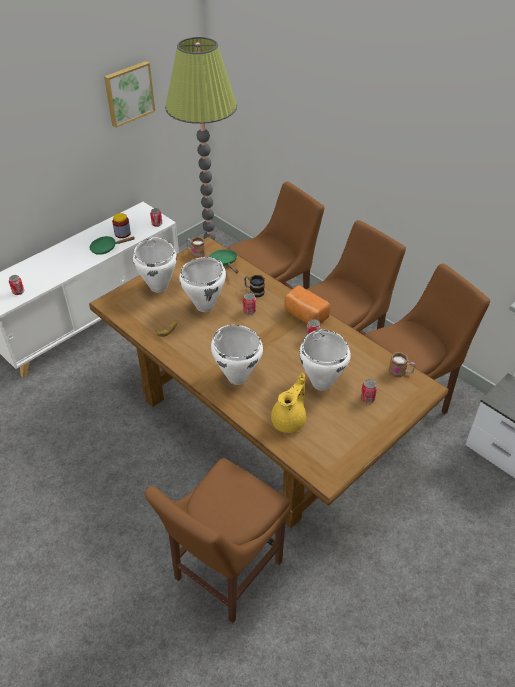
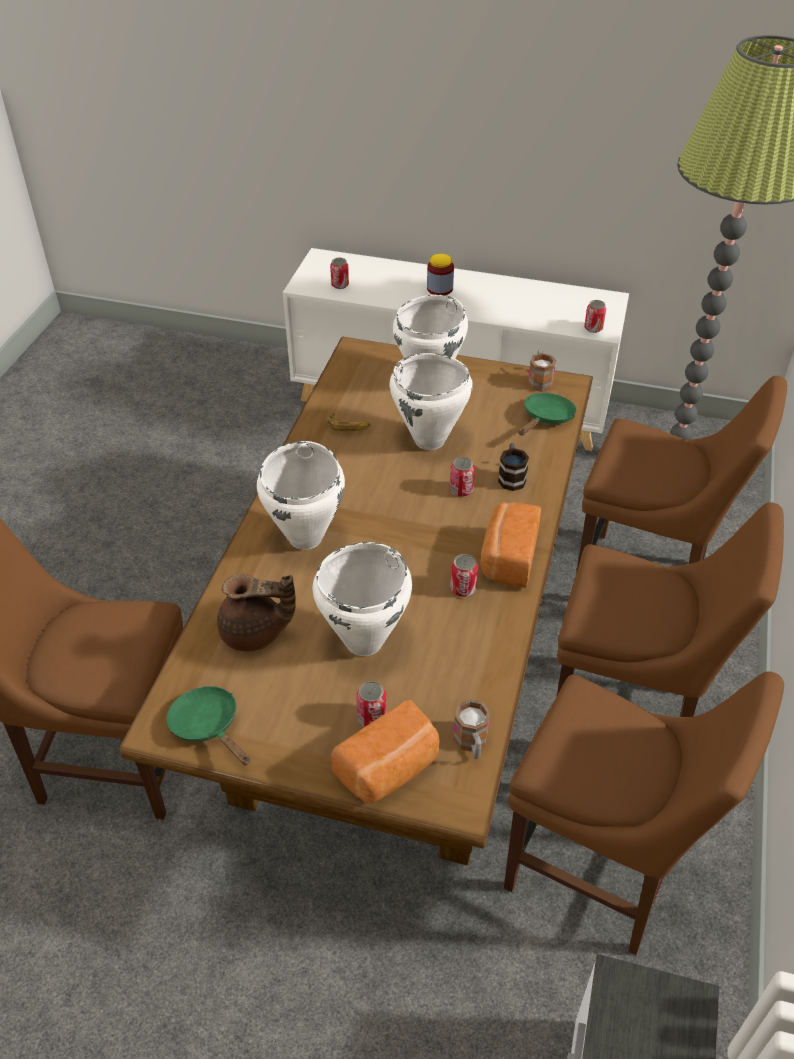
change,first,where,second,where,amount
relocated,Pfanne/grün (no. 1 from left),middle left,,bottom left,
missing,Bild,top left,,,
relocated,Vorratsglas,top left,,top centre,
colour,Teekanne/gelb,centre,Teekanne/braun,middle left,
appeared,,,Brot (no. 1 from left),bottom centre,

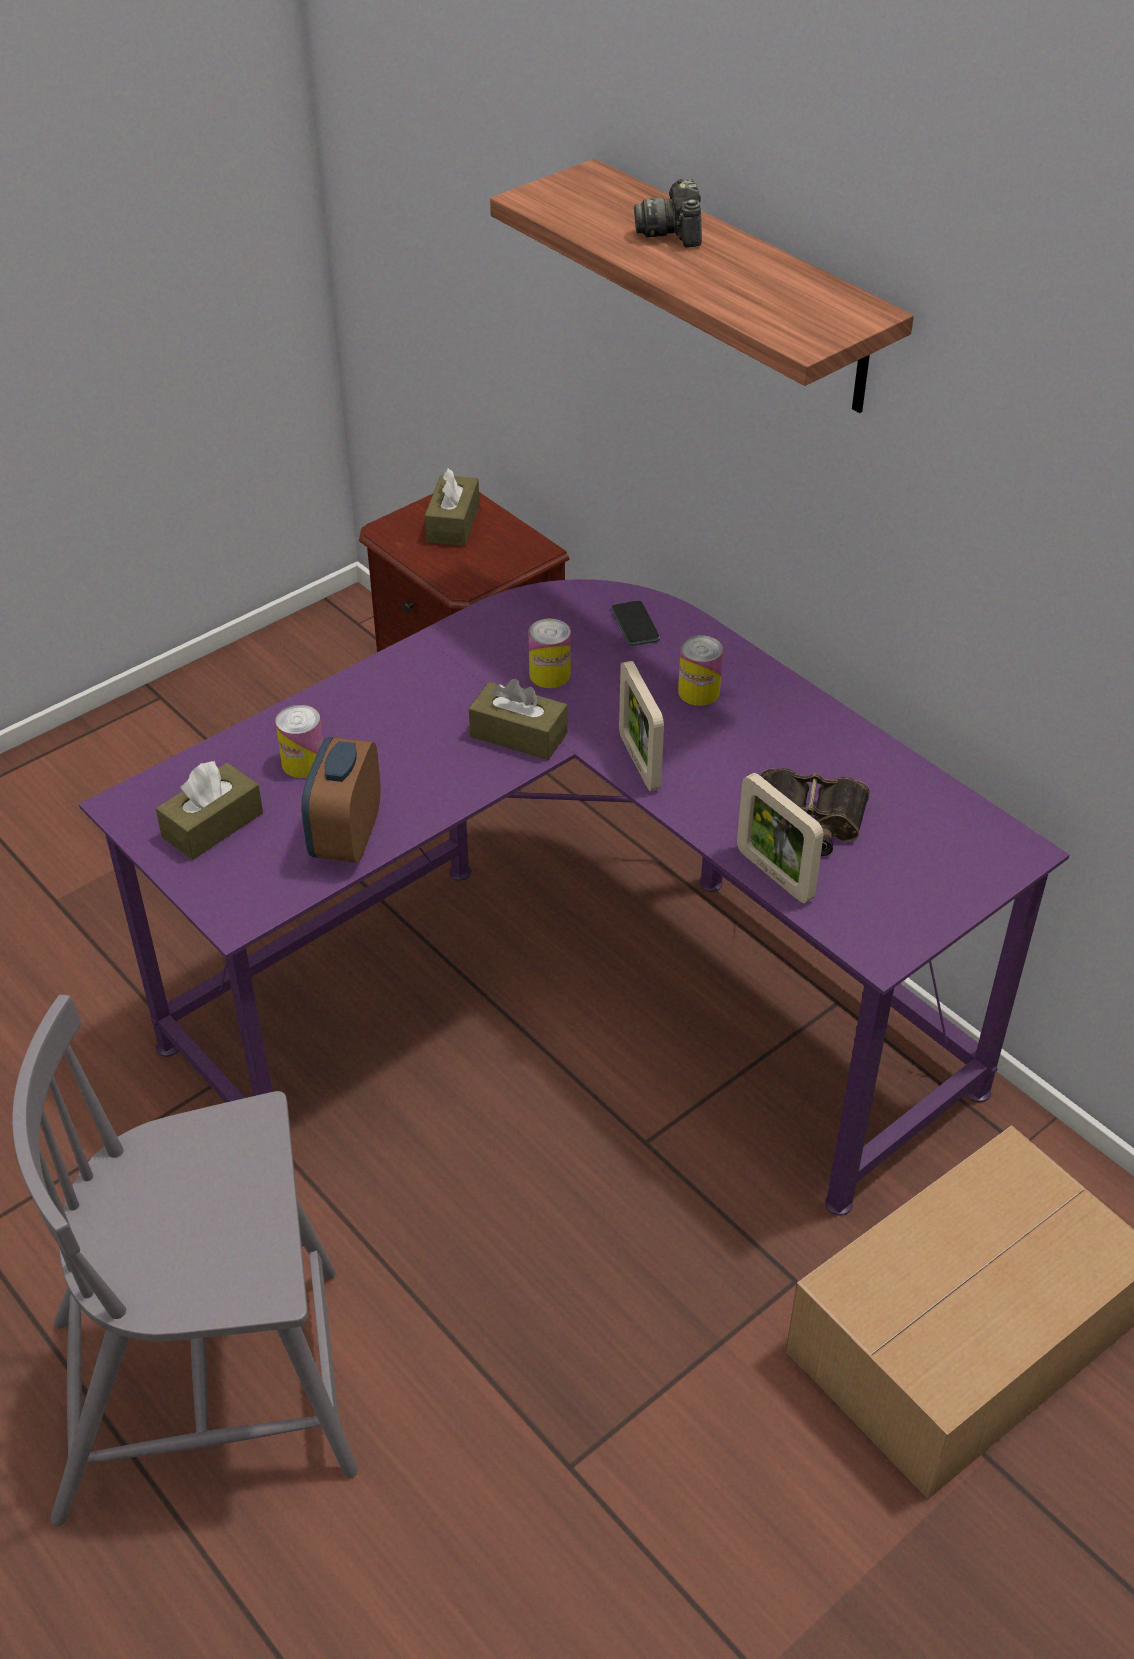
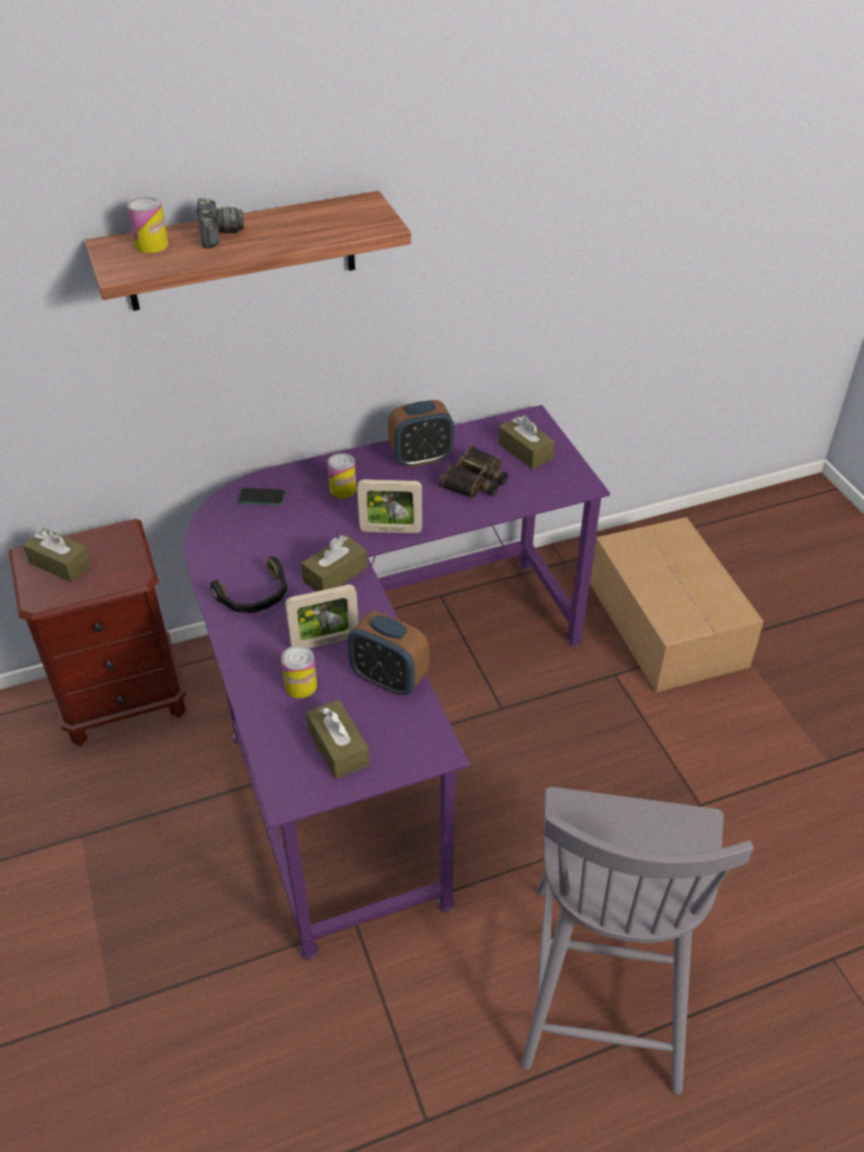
change,first,where,second,where,amount
relocated,Dose (no. 2 from left in the first image),centre,Dose (no. 1 from left),top left,
spun,Kamera,top centre,,top left,120 degrees counterclockwise
relocated,Bilderrahmen (no. 2 from left in the first image),middle right,Bilderrahmen (no. 1 from left),centre,
appeared,,,Kopfhörer/schwarz,middle left,
appeared,,,Wecker (no. 2 from left),centre,
appeared,,,Taschentuchbox/braun (no. 4 from left),centre,

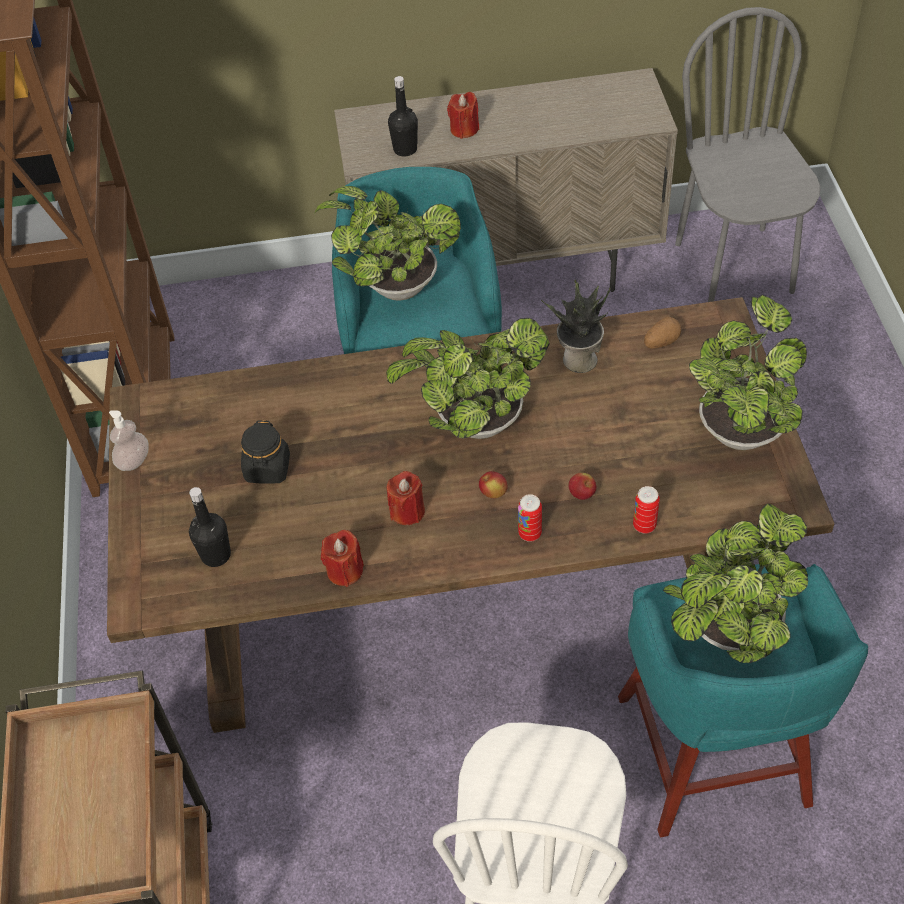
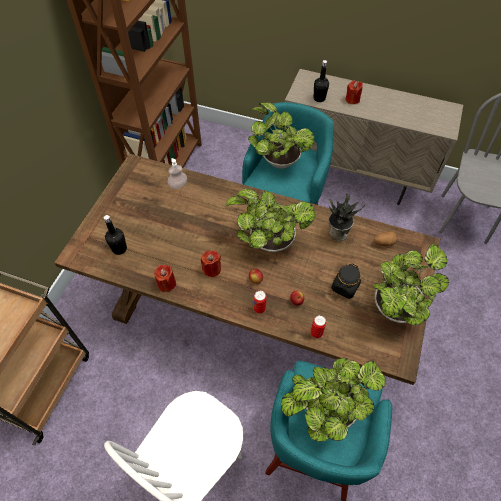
change,first,where,second,where,amount
relocated,Seifenspender,middle left,,centre,
relocated,Vorratsglas/schwarz,middle left,,middle right,

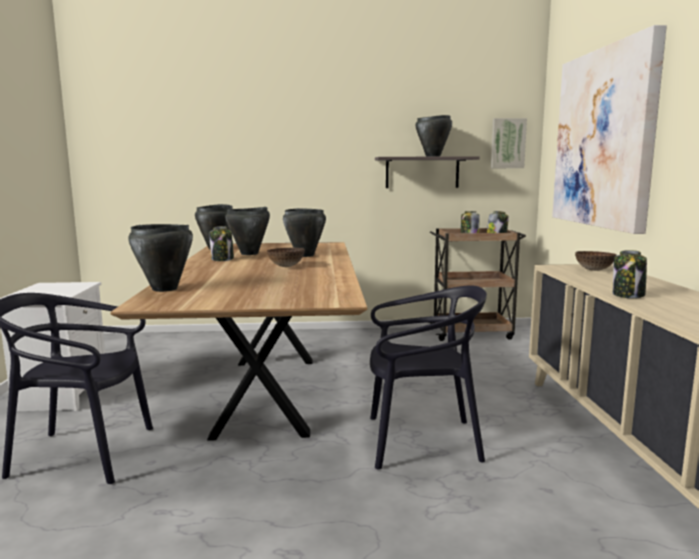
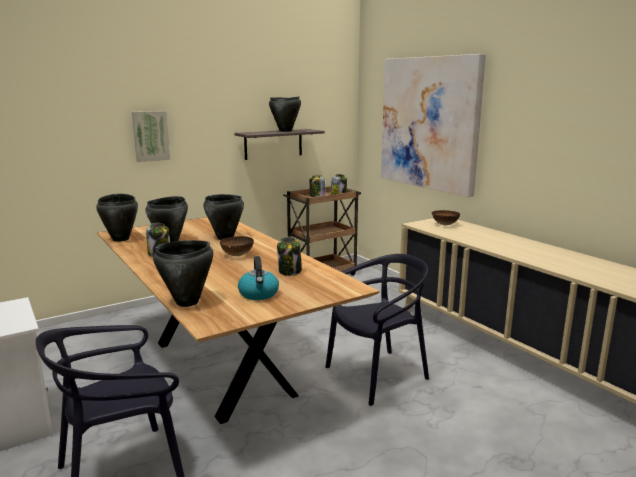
change,first,where,second,where,amount
relocated,Bild (no. 1 from left),top right,,top left,
relocated,Vorratsglas (no. 4 from left in the first image),middle right,Vorratsglas (no. 2 from left),centre,
appeared,,,Wasserkessel,centre,

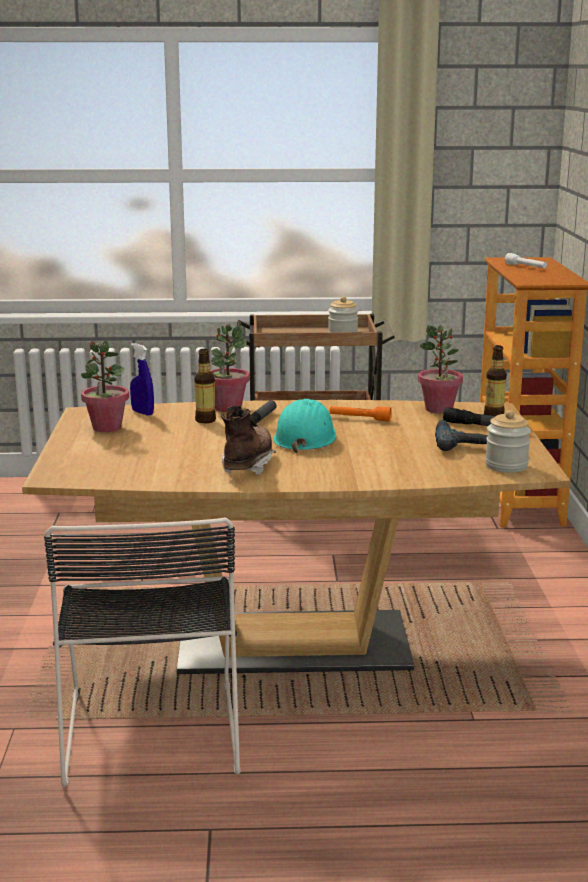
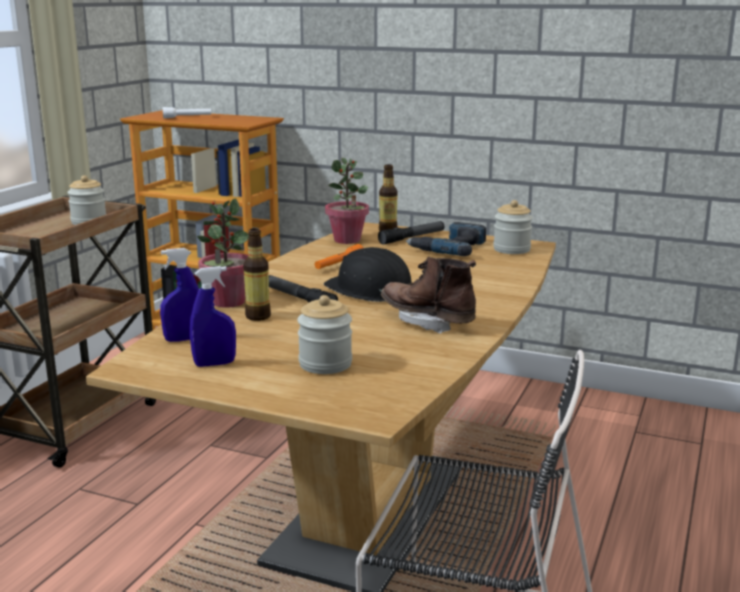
change,first,where,second,where,amount
exchanged,Topfpflanze (no. 1 from left),middle left,Sprühflasche/blau (no. 2 from left),middle left,
colour,Schutzhelm/türkis,centre,Schutzhelm/schwarz,centre,
appeared,,,Vorratsglas (no. 2 from left),centre,

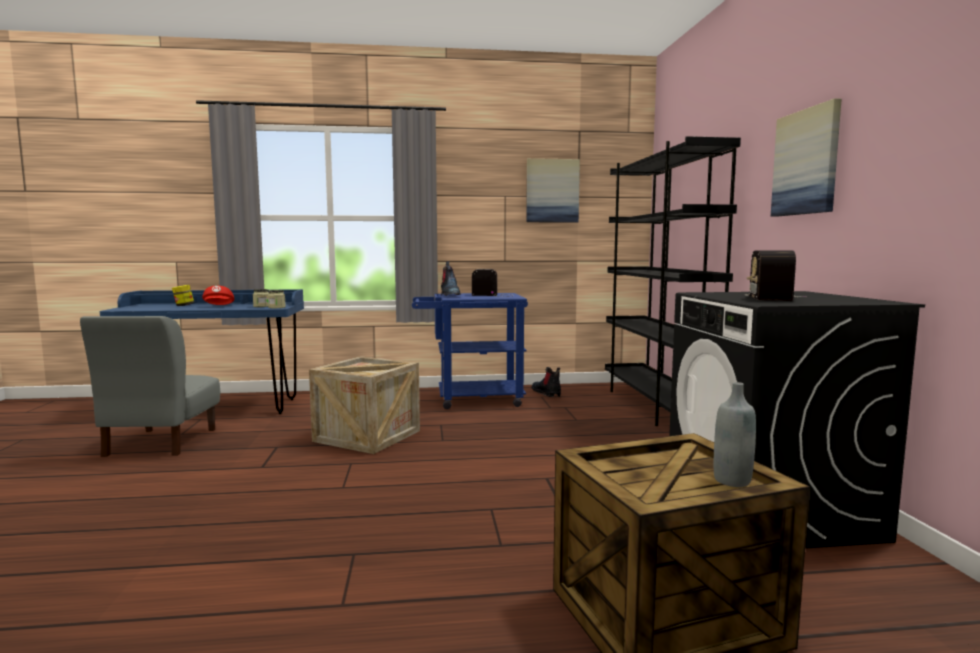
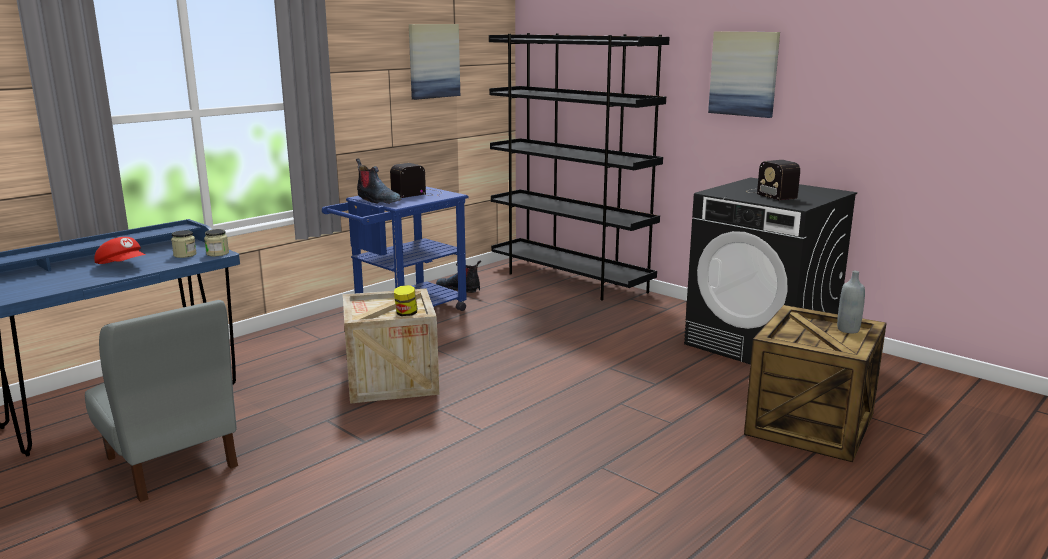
change,first,where,second,where,amount
relocated,Vorratsglas (no. 1 from left in the first image),middle left,Vorratsglas (no. 3 from left),centre,

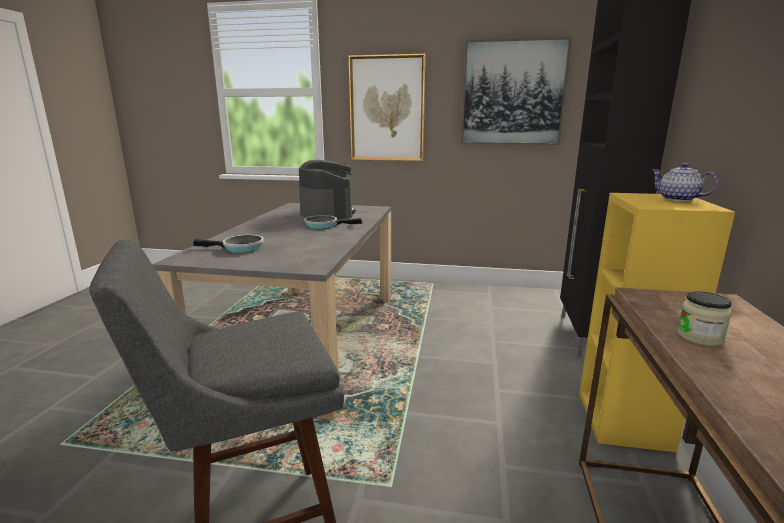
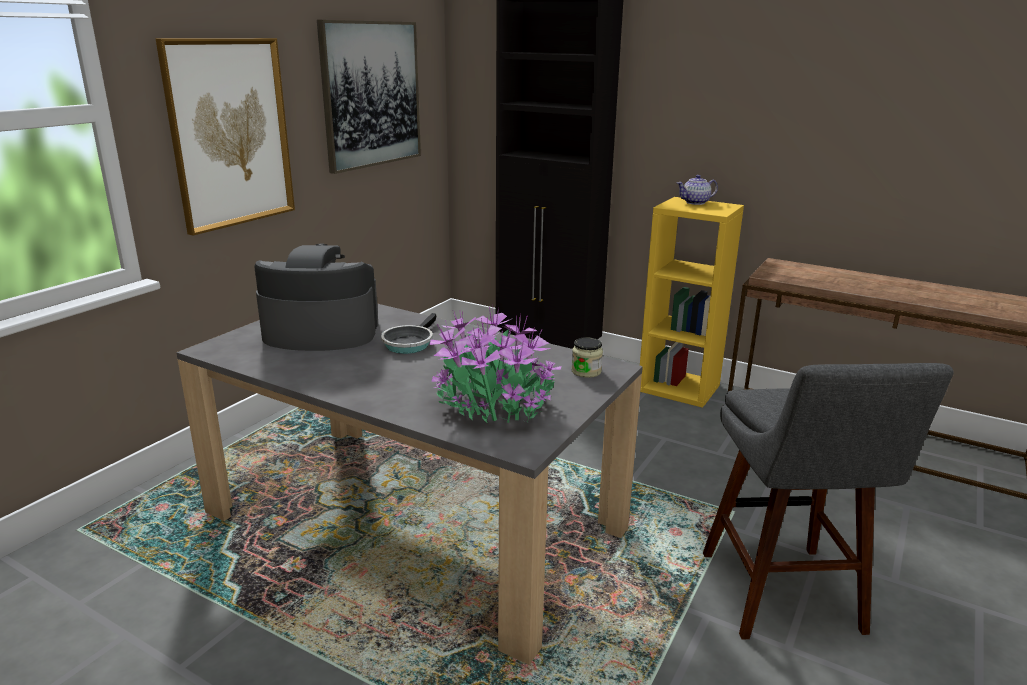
change,first,where,second,where,amount
exchanged,Pfanne (no. 1 from left),middle left,Topfpflanze,centre,
relocated,Vorratsglas,middle right,,centre,

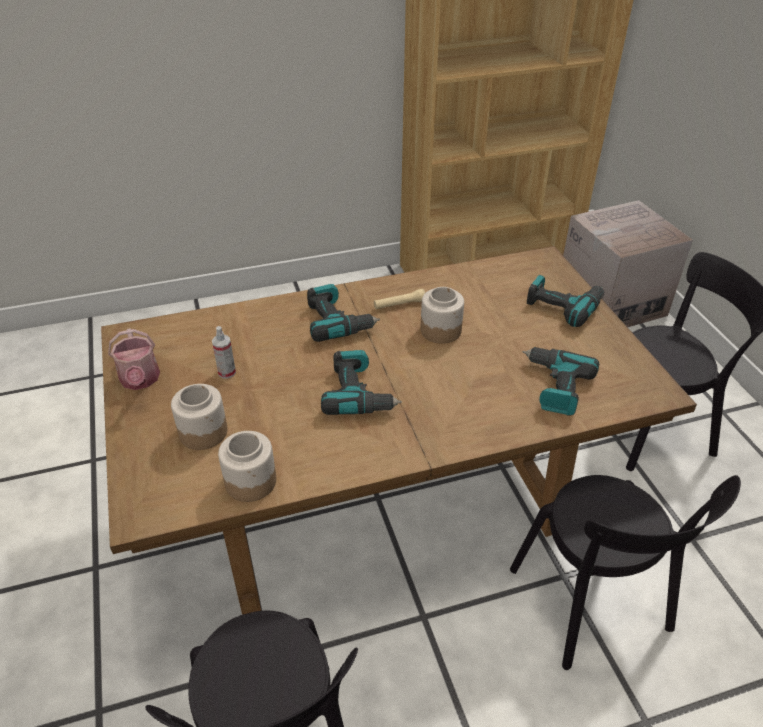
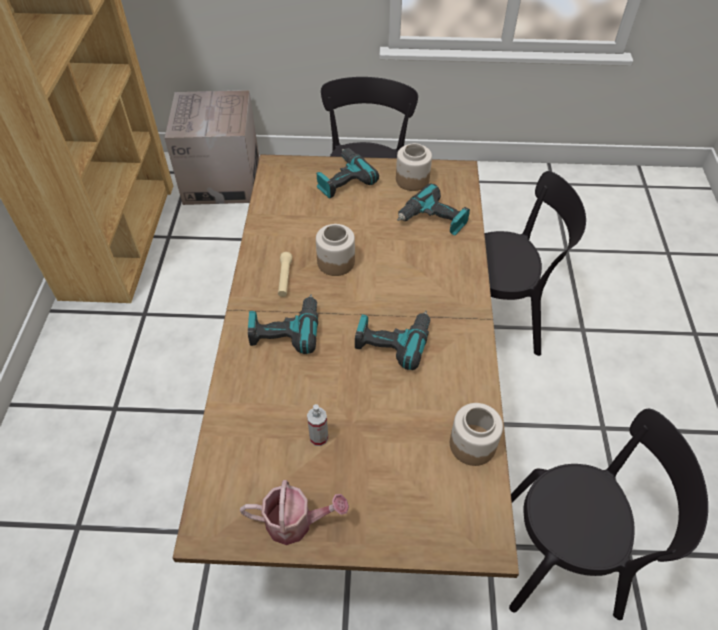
change,first,where,second,where,amount
relocated,Vorratsglas (no. 1 from left in the first image),middle left,Vorratsglas (no. 2 from left),top centre,

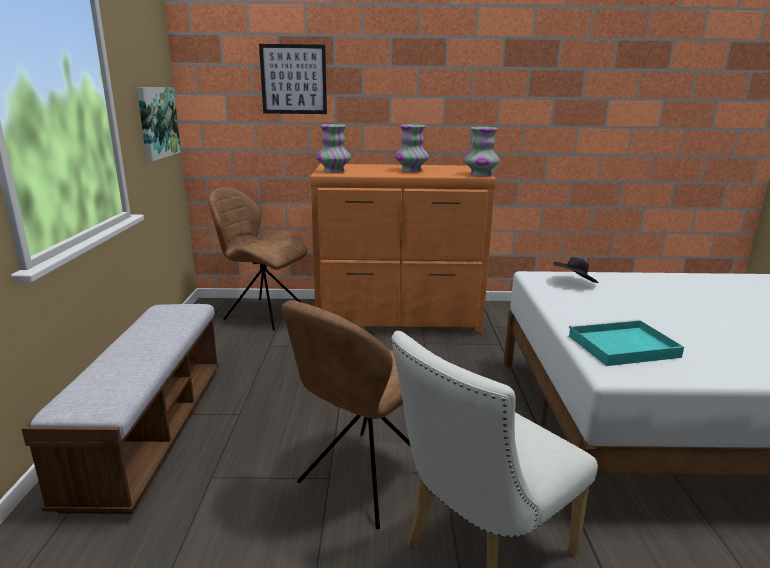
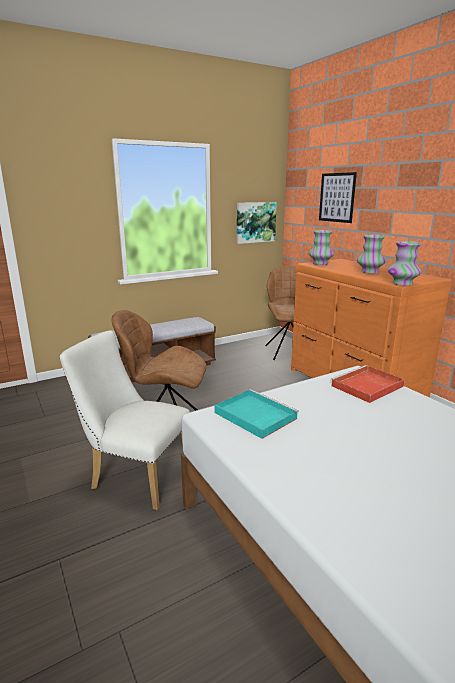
change,first,where,second,where,amount
exchanged,Hut/schwarz,middle right,Tablett/rot,middle right,

